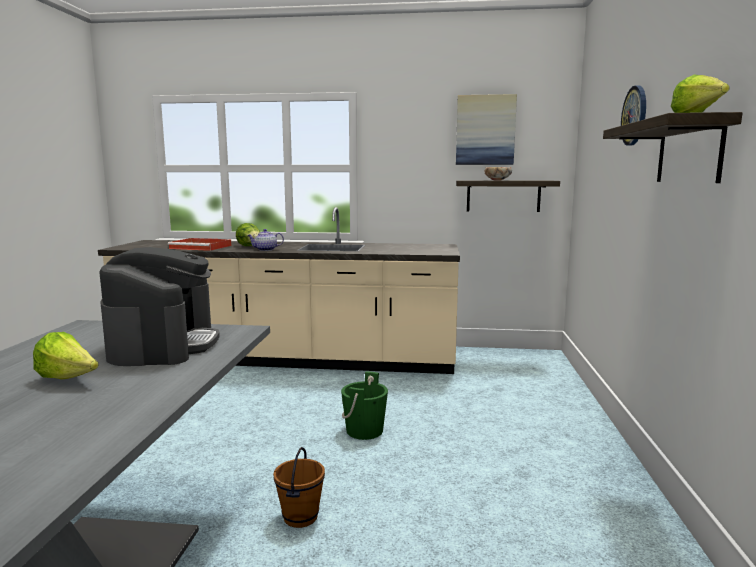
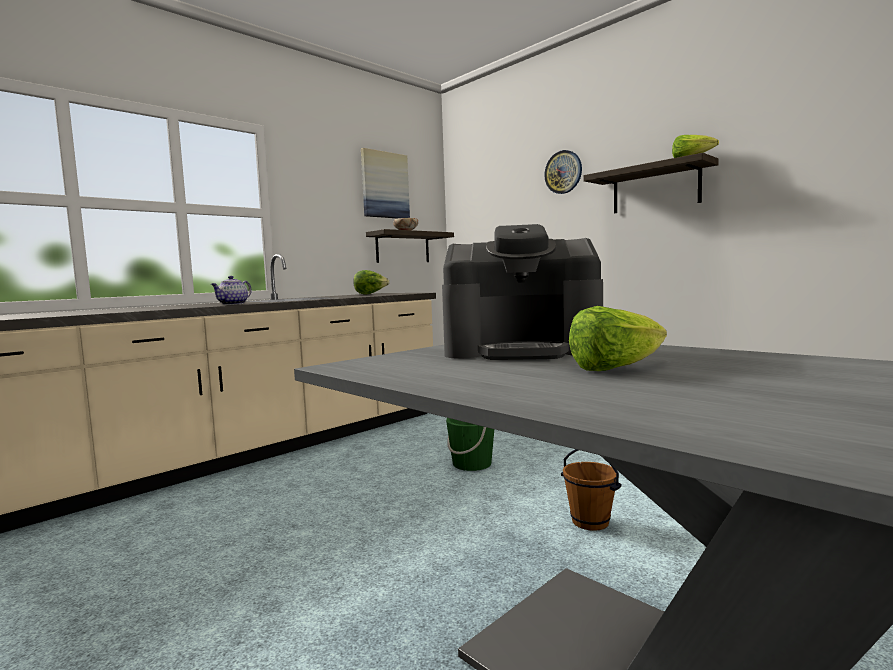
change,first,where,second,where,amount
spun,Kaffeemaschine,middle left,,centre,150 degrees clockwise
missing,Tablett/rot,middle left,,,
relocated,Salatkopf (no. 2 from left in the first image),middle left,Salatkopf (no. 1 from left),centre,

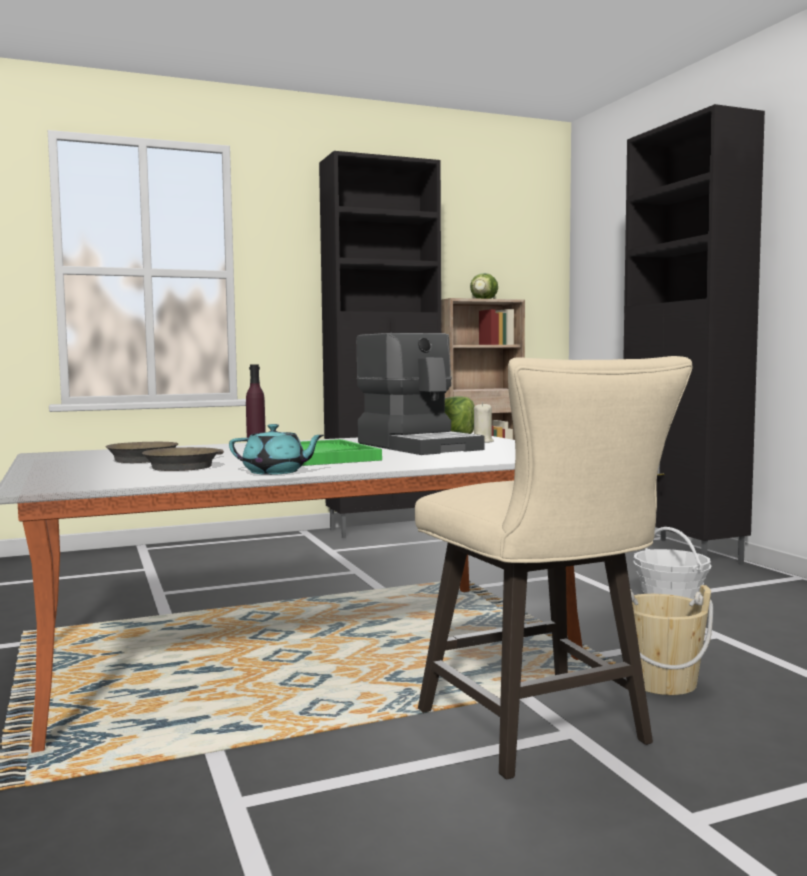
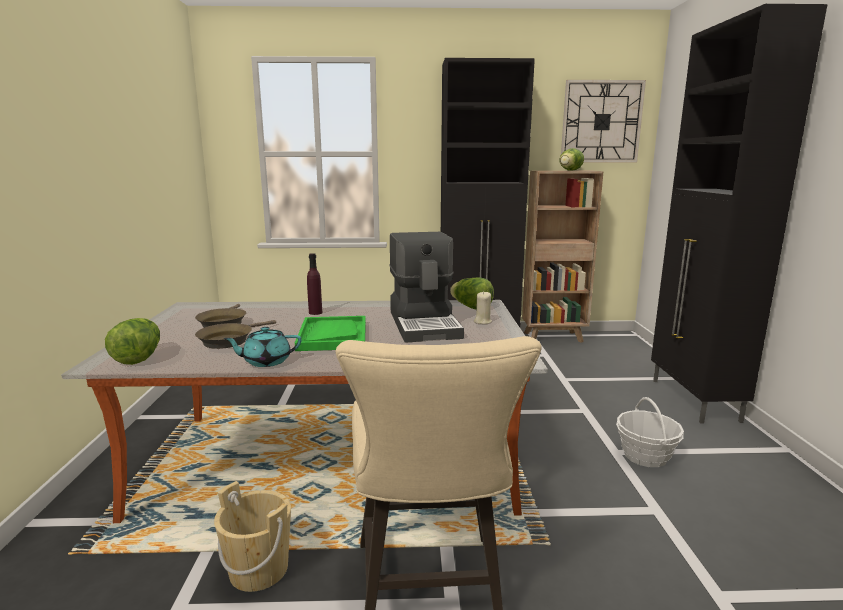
change,first,where,second,where,amount
spun,Teekanne/türkis,centre,,middle left,135 degrees clockwise
relocated,Eimer/beige,bottom right,,bottom left,
appeared,,,Salatkopf (no. 1 from left),middle left,
appeared,,,Wanduhr,top right,

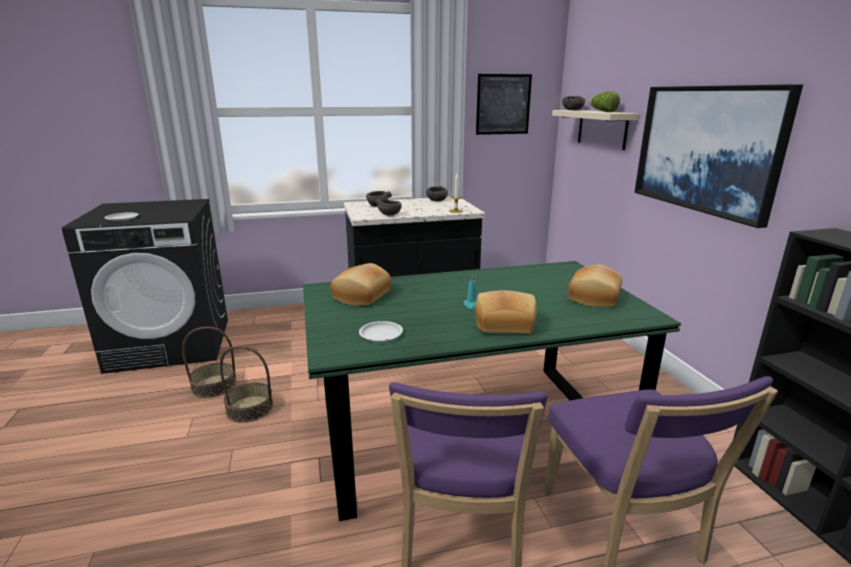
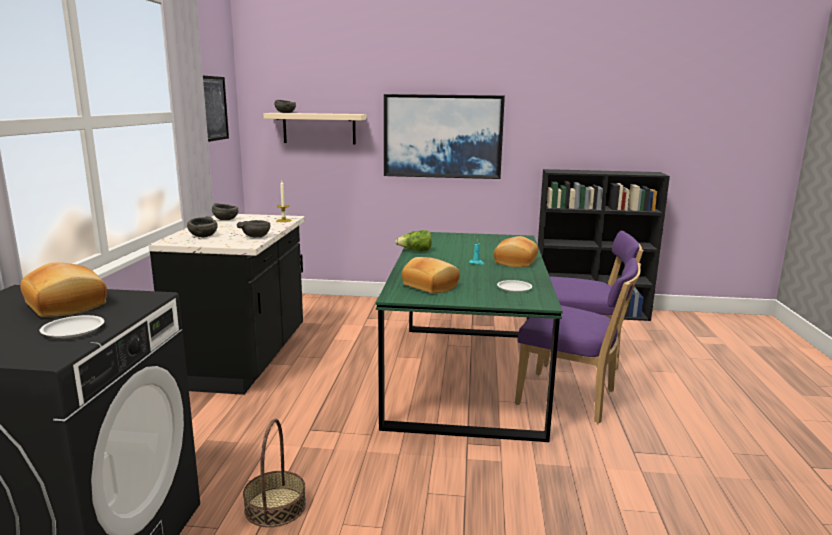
change,first,where,second,where,amount
missing,Korb (no. 2 from left),bottom left,,,
relocated,Brot (no. 3 from left in the first image),middle right,Brot (no. 1 from left),middle left,
relocated,Salatkopf,top right,,centre,

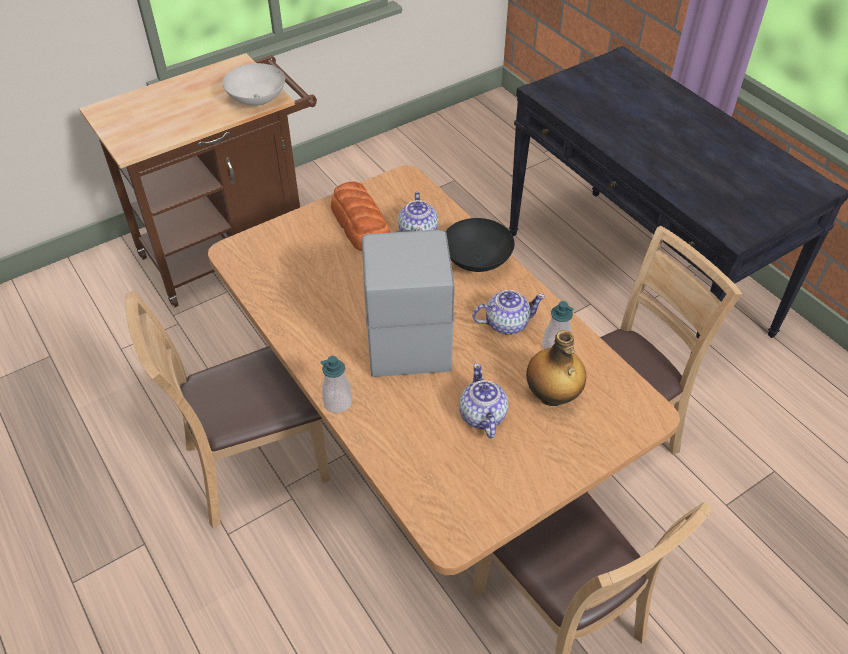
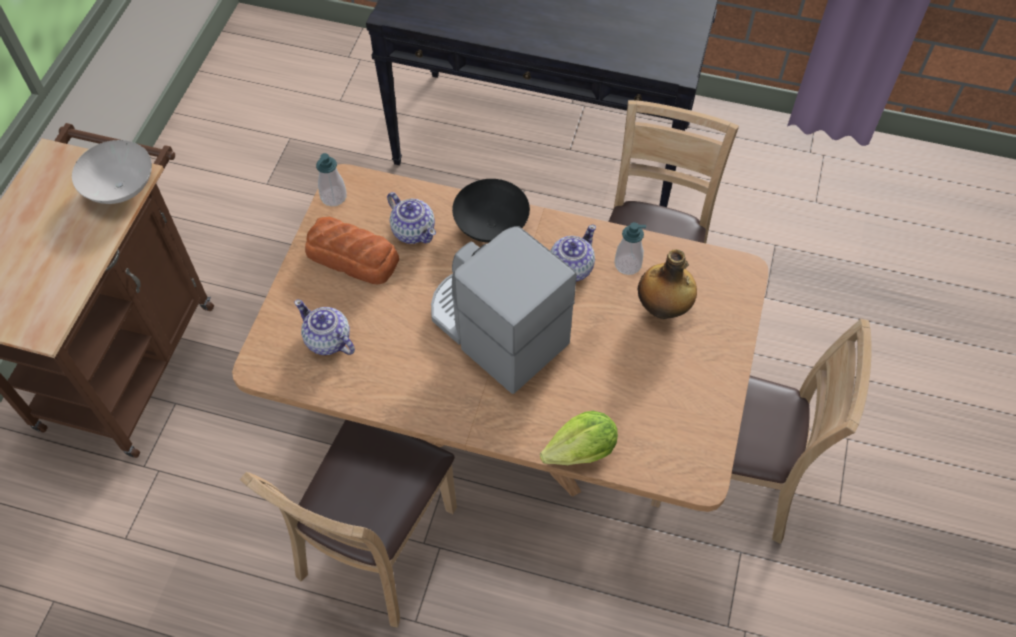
change,first,where,second,where,amount
relocated,Seifenspender (no. 1 from left),centre,,top left,
relocated,Teekanne (no. 2 from left in the first image),centre,Teekanne (no. 1 from left),middle left,
appeared,,,Salatkopf,bottom centre,

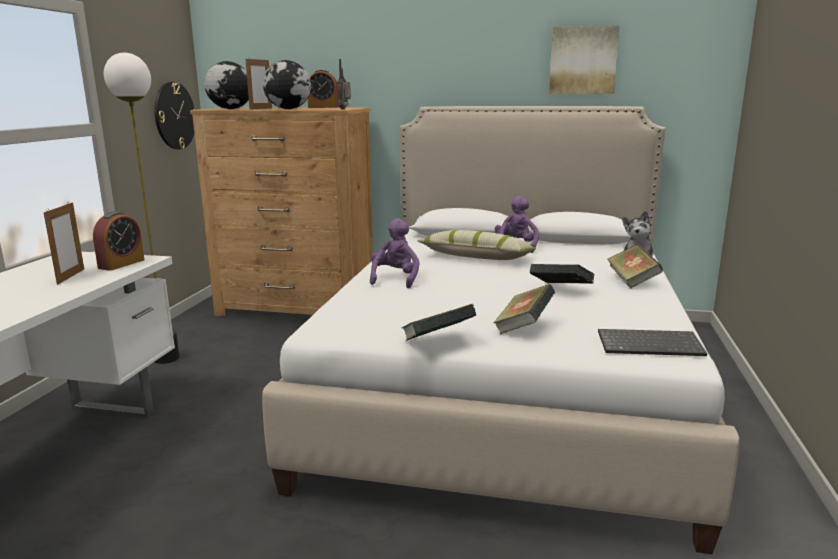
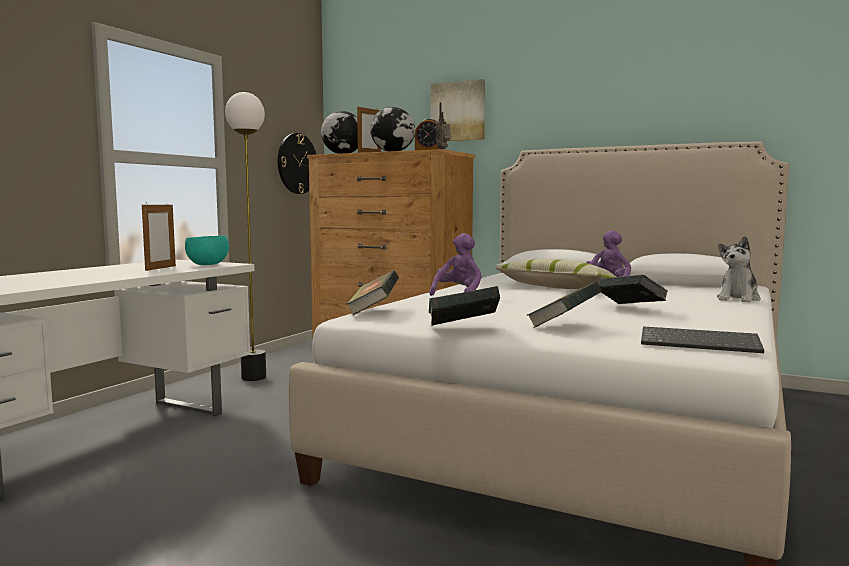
change,first,where,second,where,amount
exchanged,Wecker (no. 1 from left),middle left,Schüssel/türkis,middle left,
relocated,Bild,top right,,top centre,
relocated,Buch (no. 4 from left in the first image),middle right,Buch (no. 1 from left),centre,

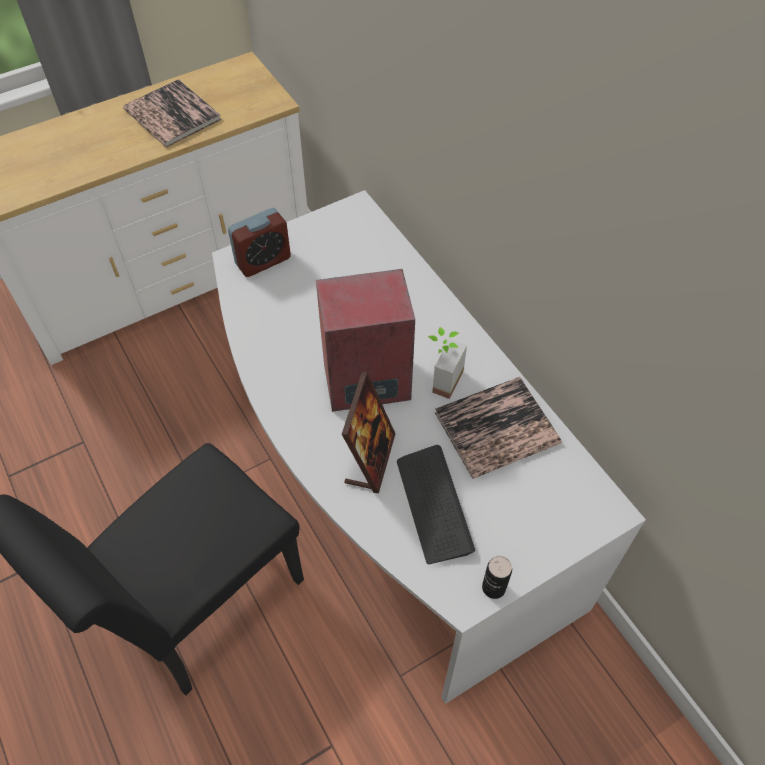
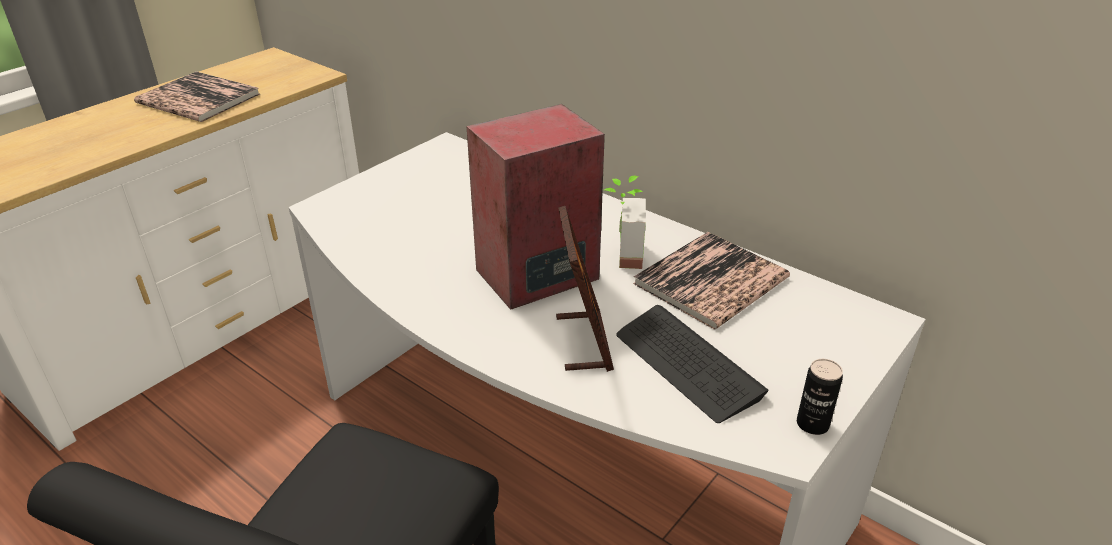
change,first,where,second,where,amount
missing,Wecker,top centre,,,

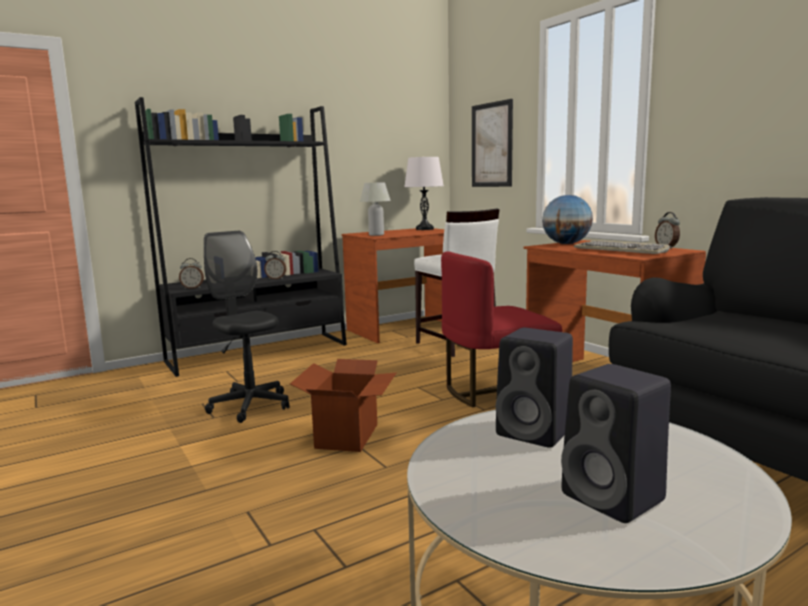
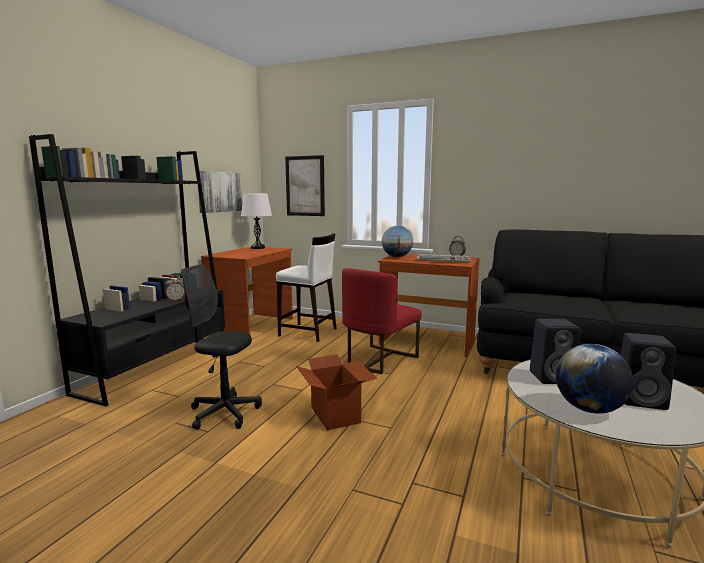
change,first,where,second,where,amount
missing,Wecker (no. 1 from left),middle left,,,
missing,Tischlampe/weiß (no. 1 from left),centre,,,
appeared,,,Bild (no. 1 from left),middle left,
appeared,,,Globus (no. 2 from left),bottom right,

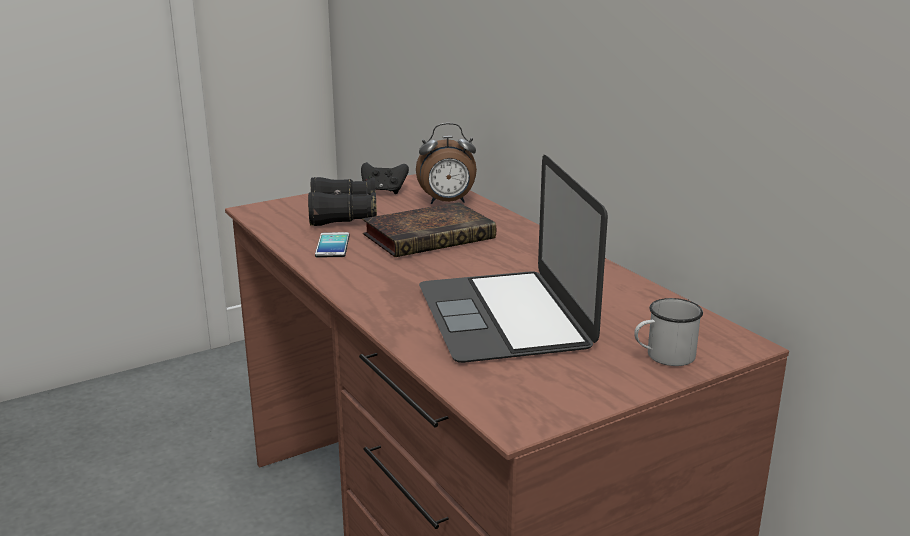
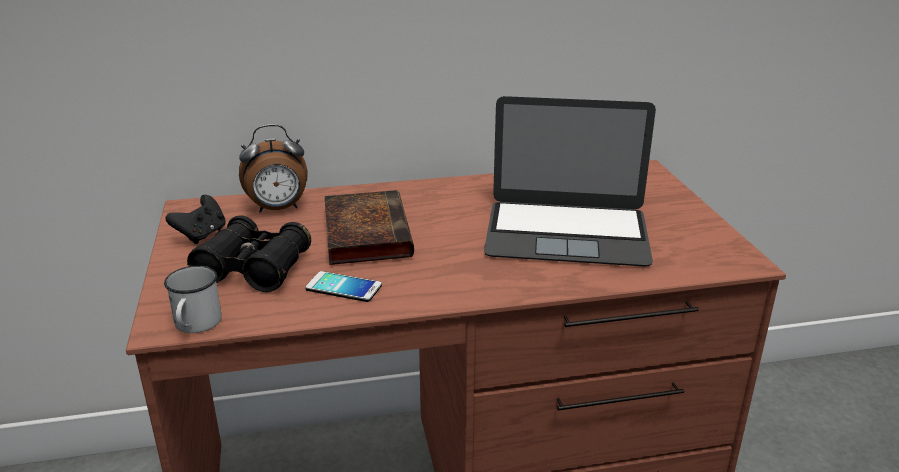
change,first,where,second,where,amount
spun,Wecker,top centre,,middle left,60 degrees clockwise
relocated,Henkelbecher/weiß,middle right,,middle left,

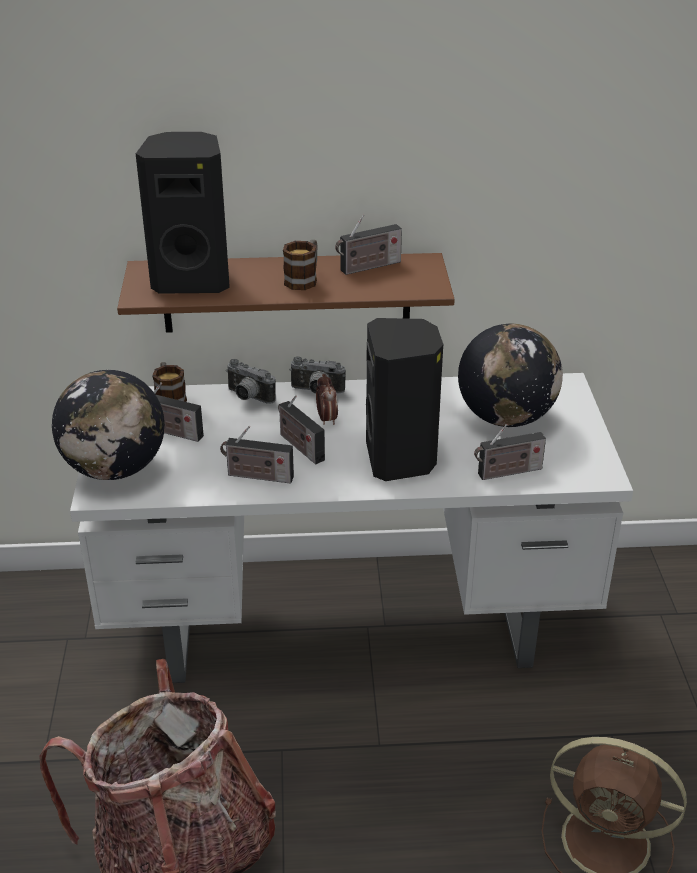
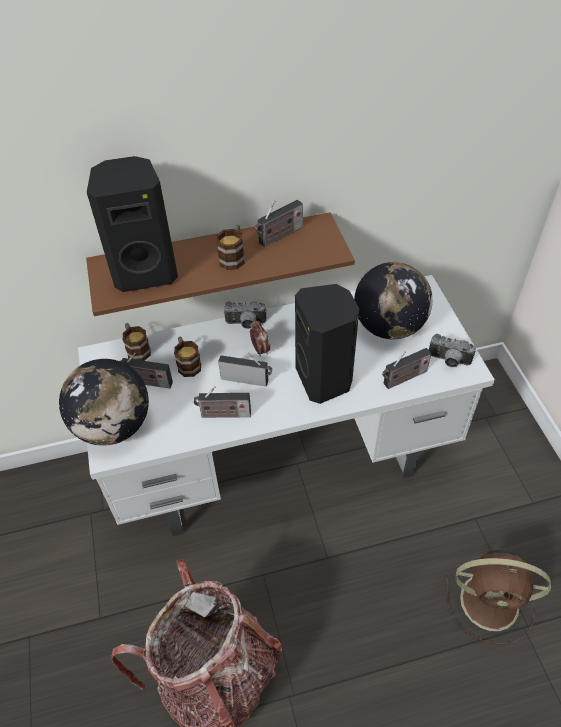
change,first,where,second,where,amount
relocated,Kamera (no. 1 from left in the first image),centre,Kamera (no. 2 from left),middle right,
spun,Radio (no. 3 from left),centre,,centre,150 degrees clockwise
appeared,,,Henkelbecher (no. 2 from left),centre,

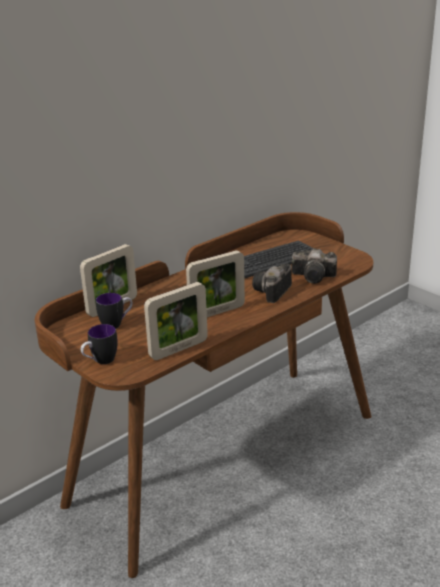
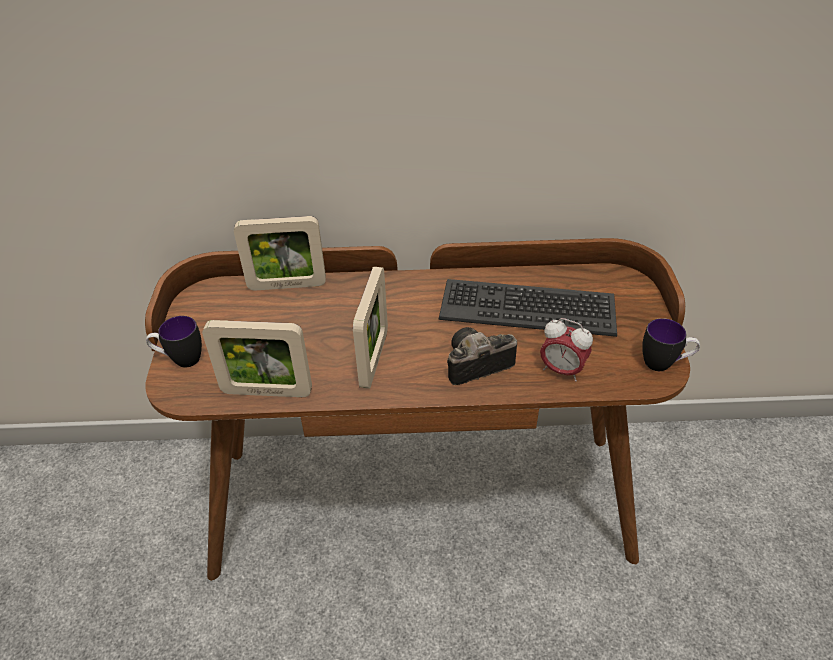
change,first,where,second,where,amount
relocated,Henkelbecher (no. 2 from left),middle left,,middle right,
spun,Bilderrahmen (no. 3 from left),centre,,centre,90 degrees counterclockwise
exchanged,Kamera (no. 2 from left),middle right,Wecker,middle right,

